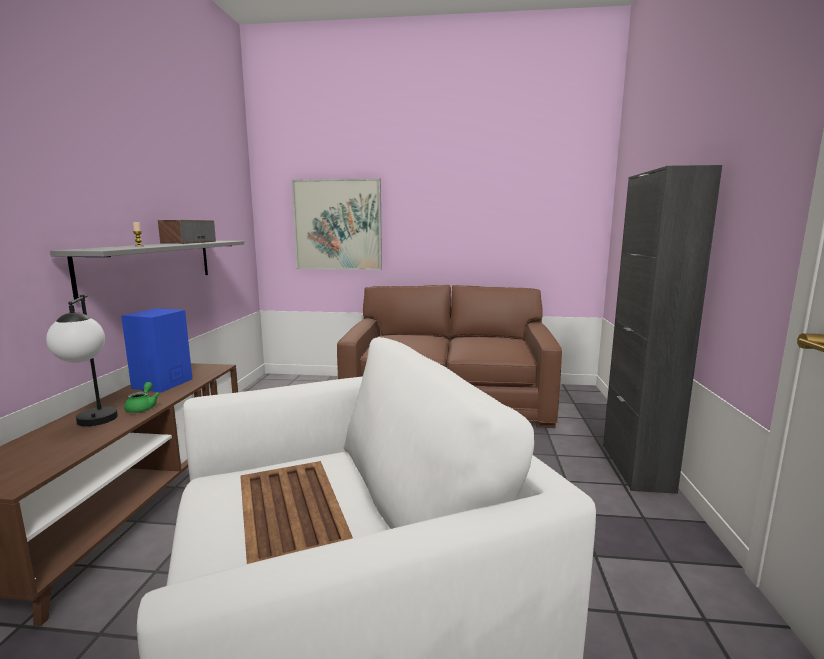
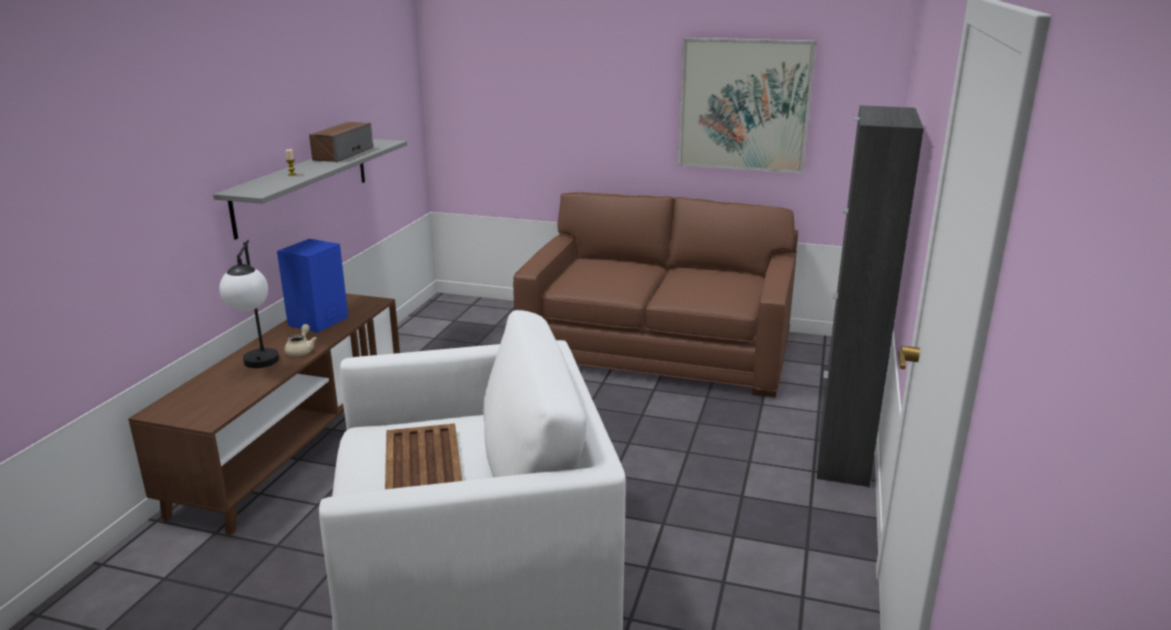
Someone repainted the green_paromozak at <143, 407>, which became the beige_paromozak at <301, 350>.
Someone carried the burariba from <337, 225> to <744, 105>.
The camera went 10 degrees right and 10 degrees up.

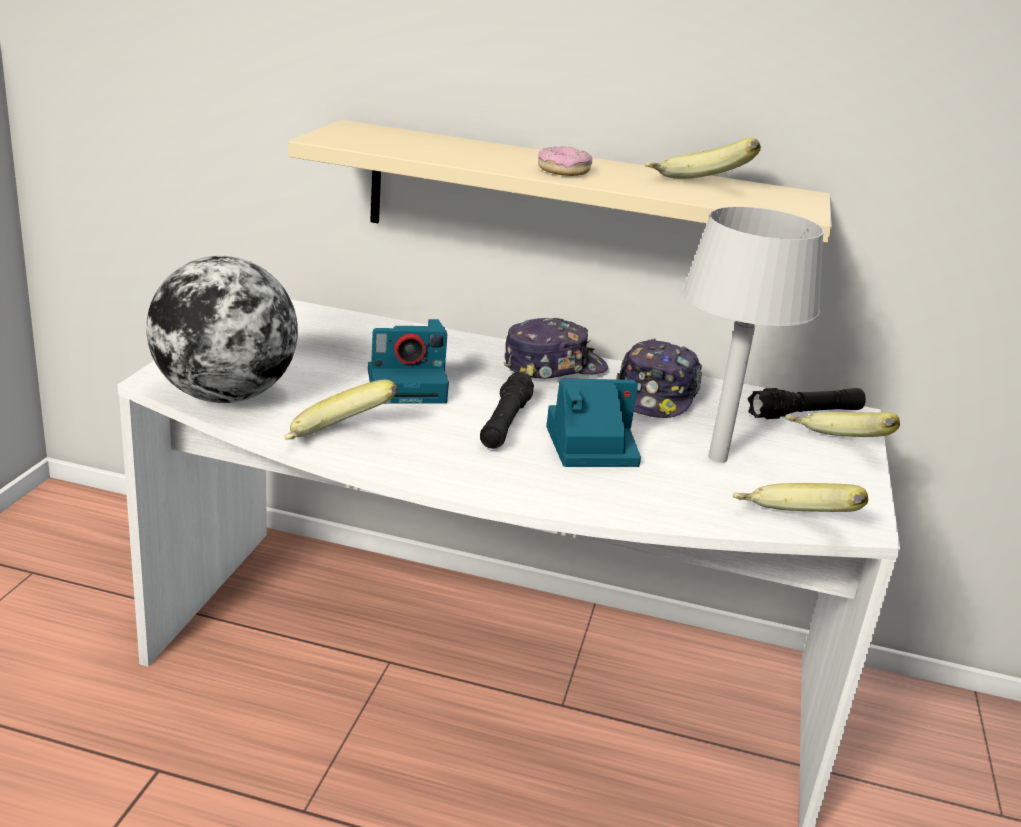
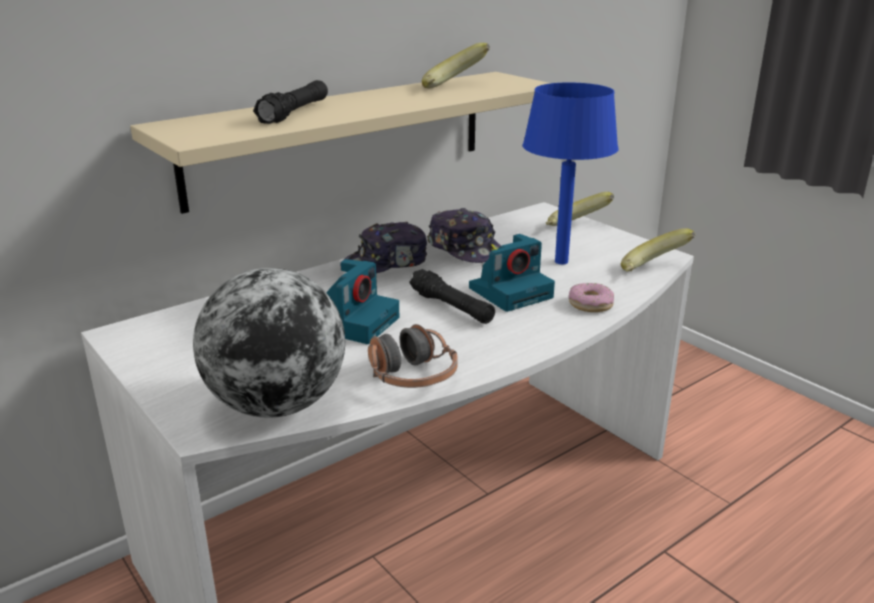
Someone carried the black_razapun from <805, 414> to <294, 113>.
Someone rotated the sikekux at <553, 366> by 135 degrees counterclockwise.
Someone swapped the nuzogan at <338, 440> for the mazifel at <412, 377>.
Someone rotated the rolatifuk at <589, 446> by 150 degrees counterclockwise.
Someone repainted the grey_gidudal at <718, 458>, which became the blue_gidudal at <562, 261>.
Someone carried the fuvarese from <563, 170> to <590, 304>.
The camera went 50 degrees left and 0 degrees up.

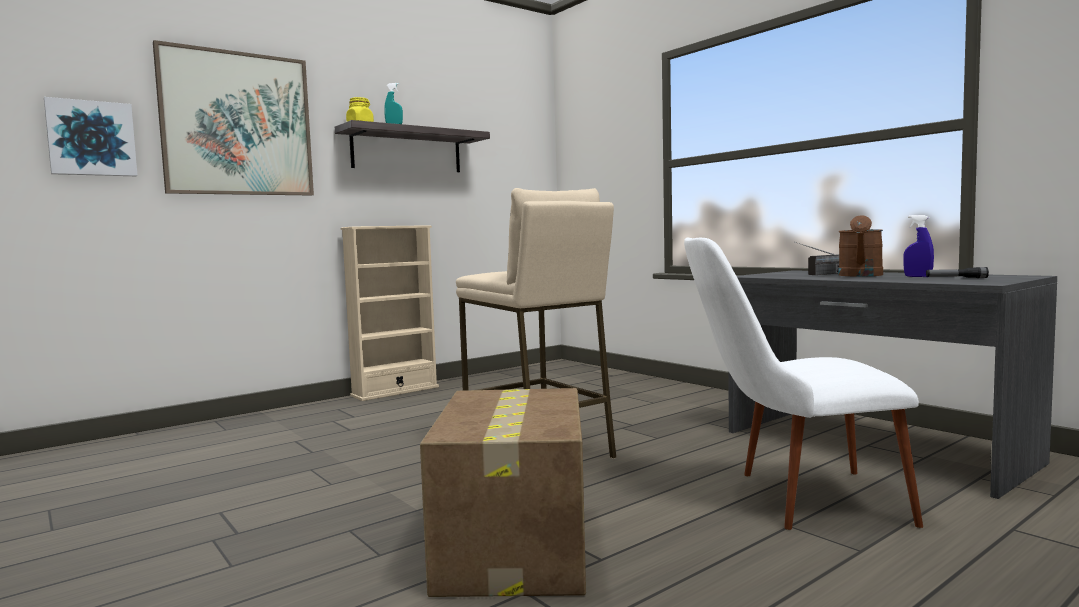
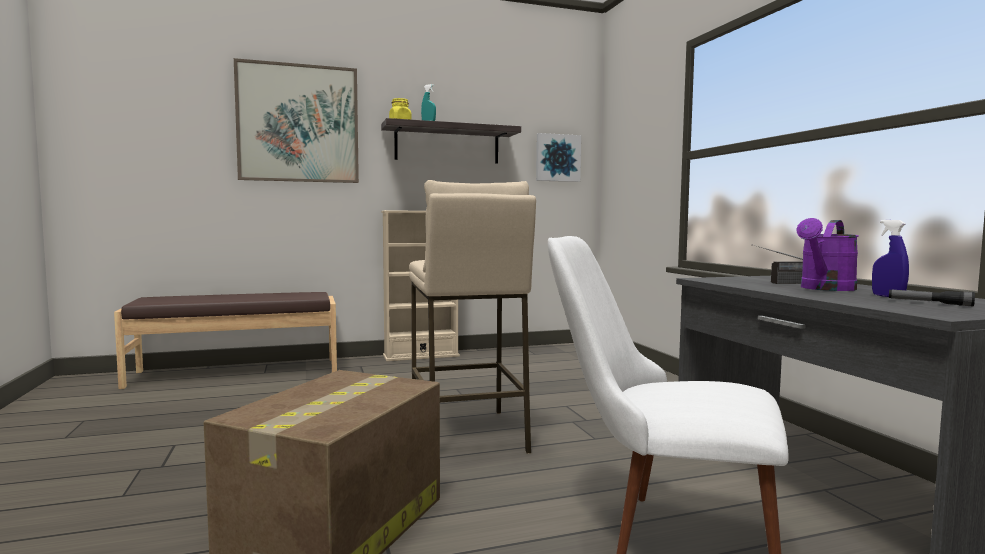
Someone put down the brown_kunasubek at <237, 372>.
Someone carried the burariba from <91, 138> to <557, 158>.
Someone repainted the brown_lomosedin at <860, 275>, which became the purple_lomosedin at <825, 289>.
The camera went 20 degrees right and 0 degrees up.

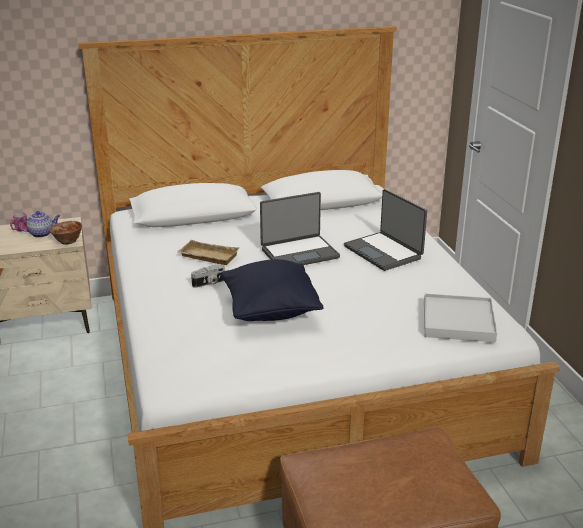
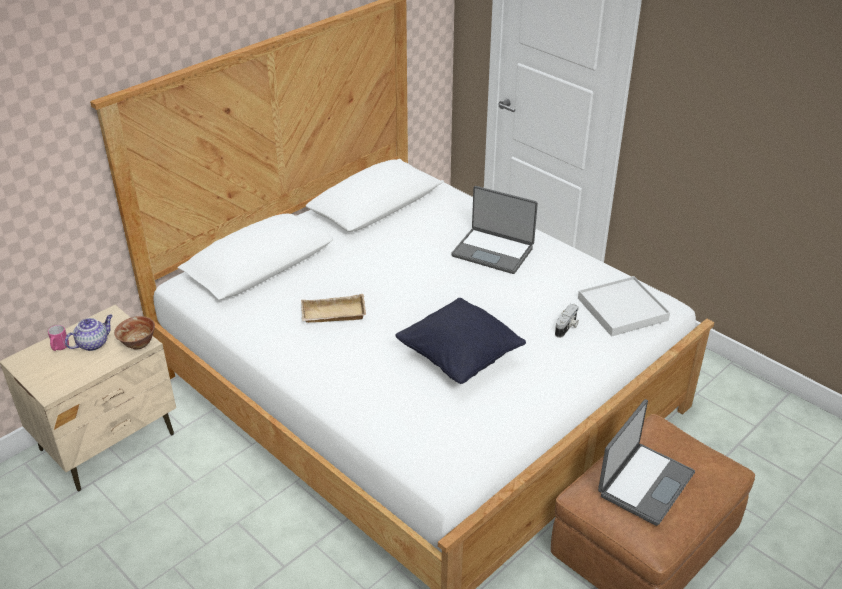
Someone carried the rolatifuk from <209, 283> to <567, 327>.
Someone carried the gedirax from <299, 253> to <644, 483>.
The camera went 30 degrees left and 10 degrees up.

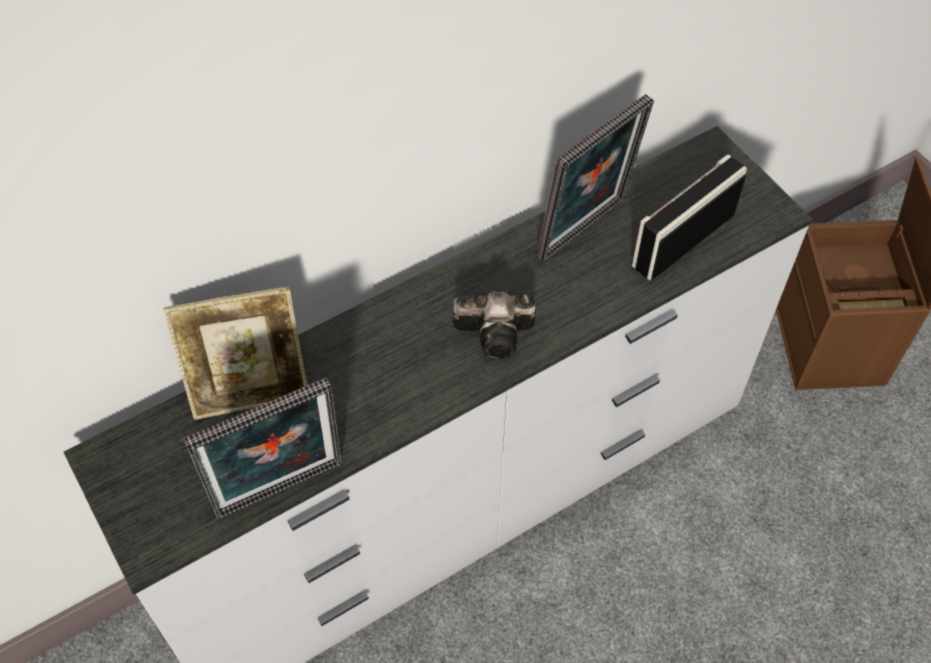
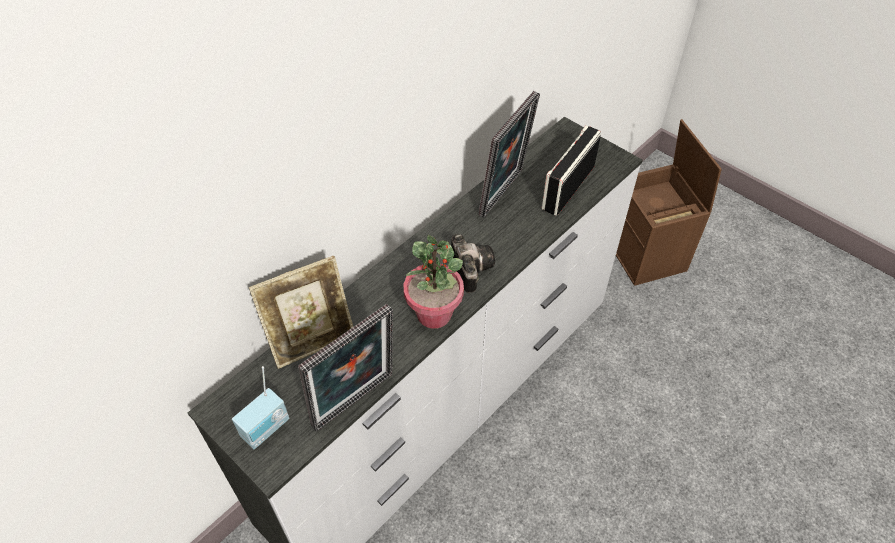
Someone put down the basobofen at <266, 429>.
Someone put down the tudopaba at <434, 314>.
Someone rotated the rolatifuk at <498, 333> by 90 degrees counterclockwise.
The camera went 15 degrees left and 5 degrees down.

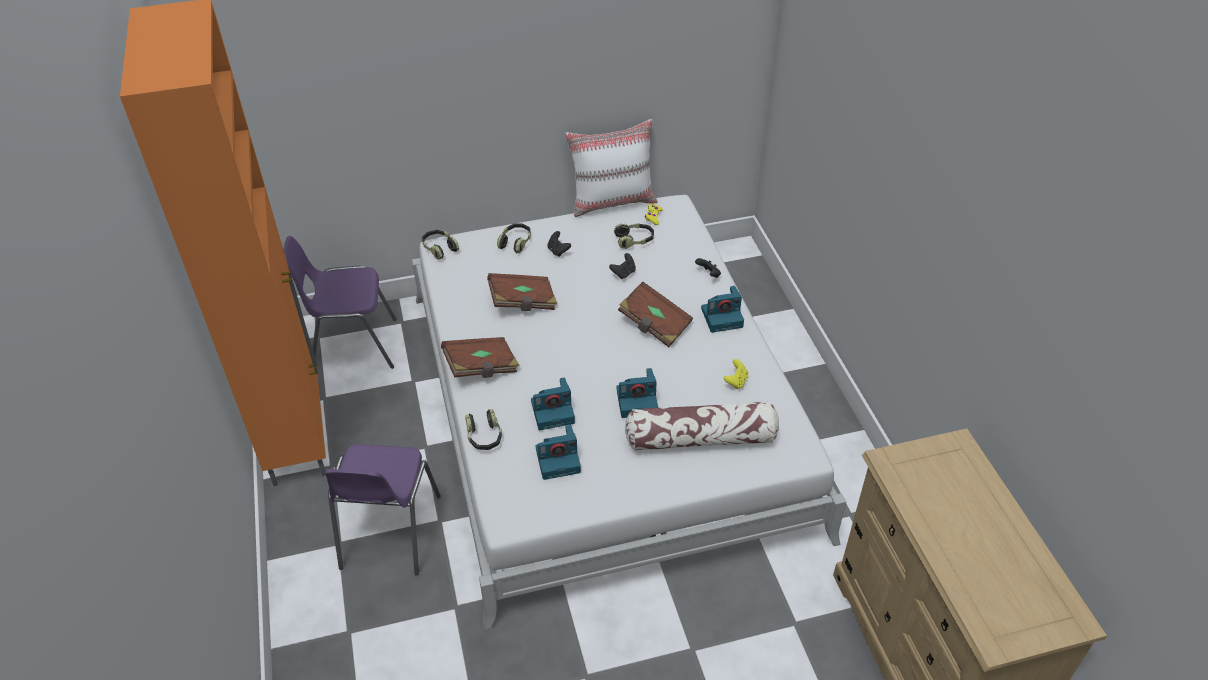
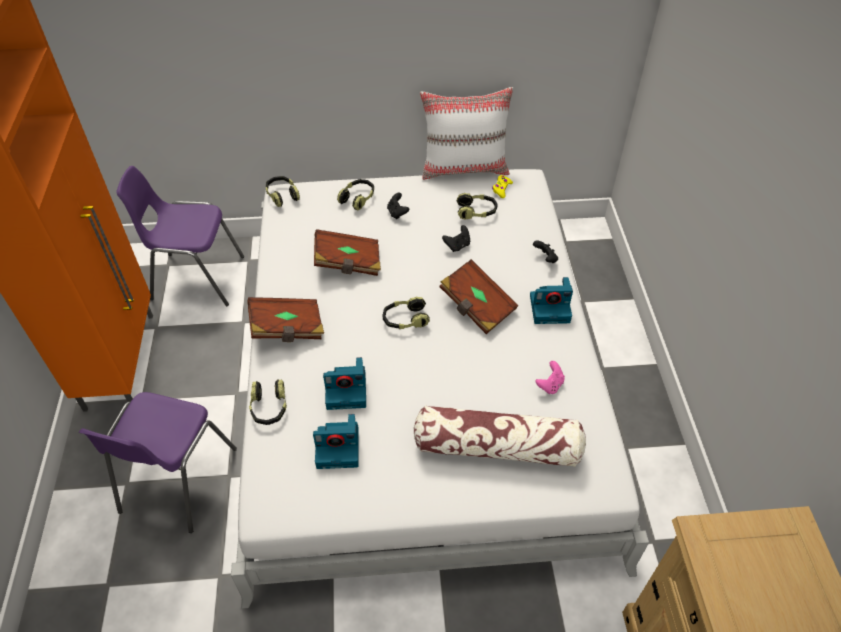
Someone put down the mazifel at <405, 320>.
Someone repainted the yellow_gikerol at <736, 382>, which became the pink_gikerol at <550, 385>.
Someone took away the rolatifuk at <637, 401>.
The camera went 10 degrees right and 5 degrees up.

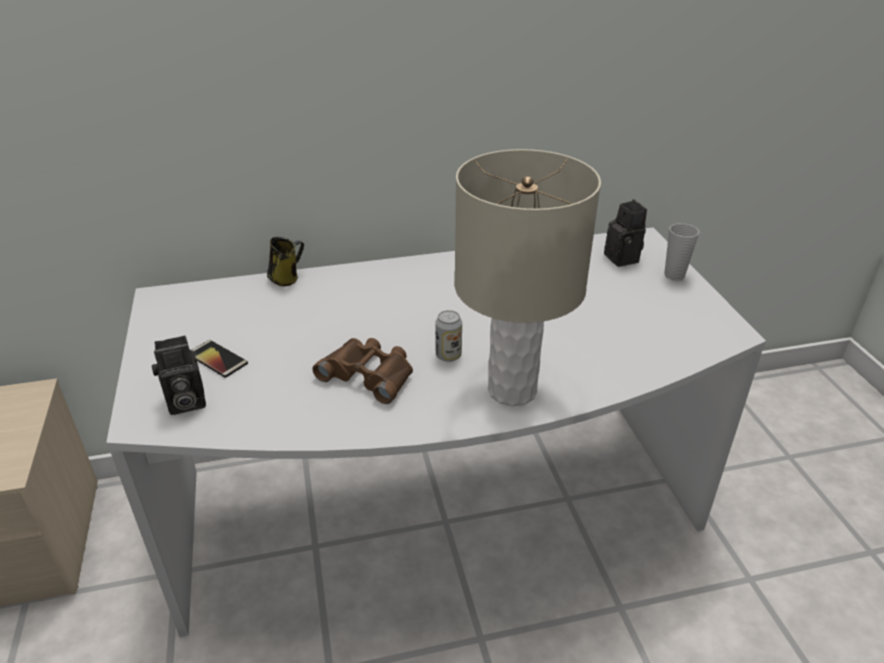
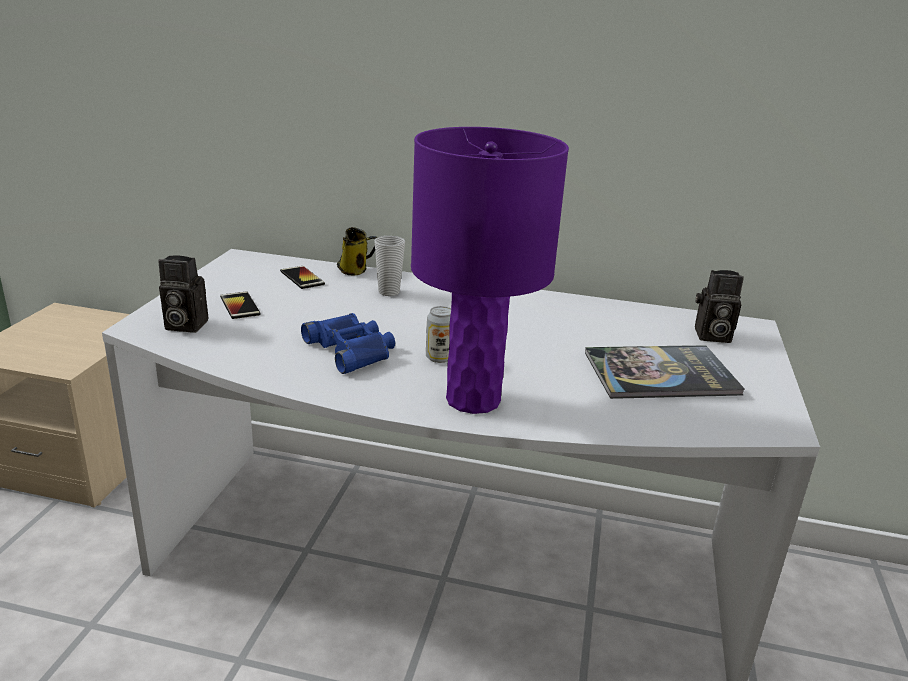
Someone put down the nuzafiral at <302, 278>.
Someone repainted the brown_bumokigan at <369, 374>, which became the blue_bumokigan at <351, 350>.
Someone carried the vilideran from <674, 275> to <389, 292>.
Someone repainted the beige_gidudal at <512, 389>, which became the purple_gidudal at <474, 399>.
Someone put down the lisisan at <660, 374>.
Someone rotated the rolatifuk at <624, 259> by 90 degrees clockwise.
The camera went 25 degrees right and 10 degrees down.

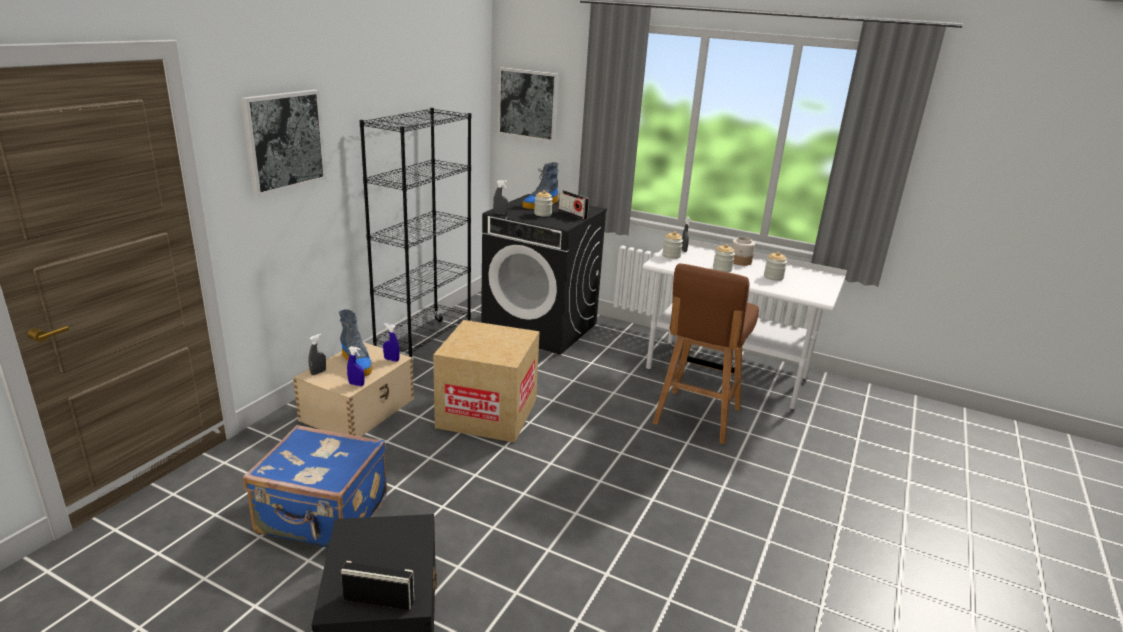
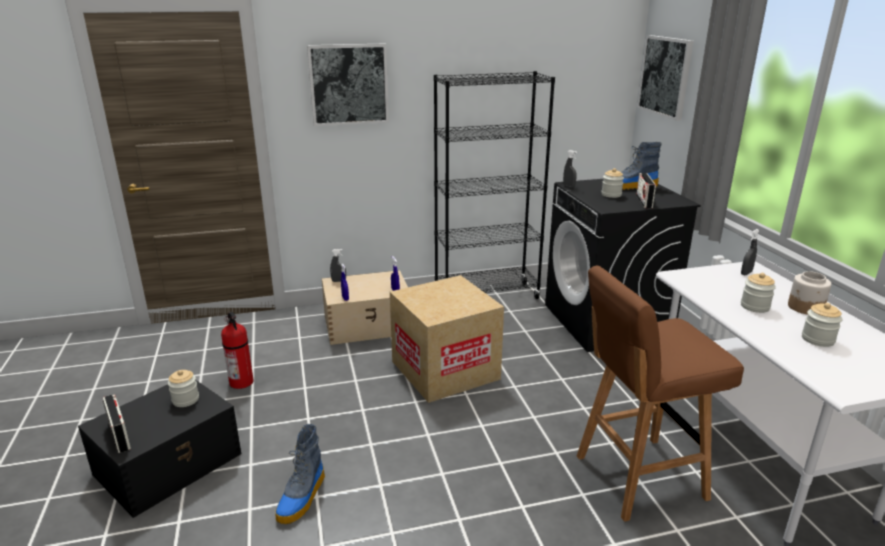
Someone carried the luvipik from <671, 256> to <185, 400>.
Someone swapped the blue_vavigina at <323, 517> for the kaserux at <242, 382>.
Someone carried the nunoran from <357, 364> to <302, 498>.
The camera went 50 degrees right and 0 degrees up.

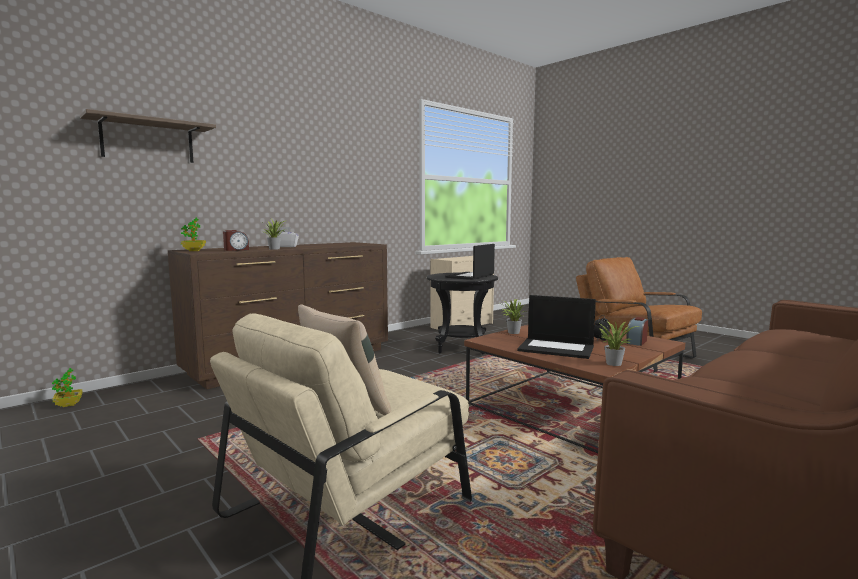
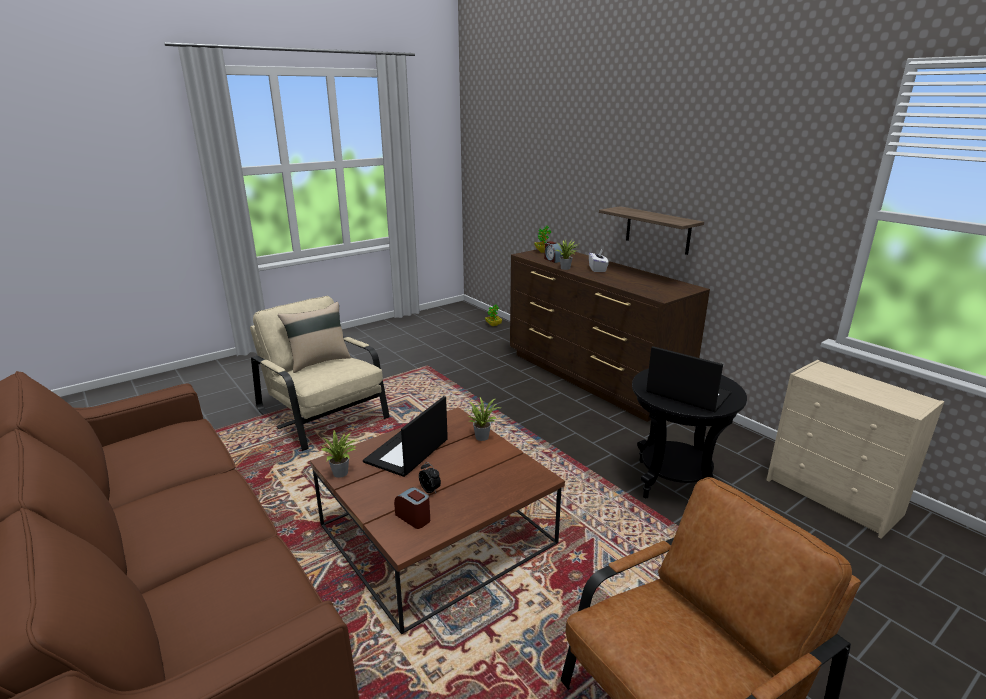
Someone carried the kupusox from <148, 141> to <657, 230>.
The camera went 95 degrees right and 15 degrees up.

